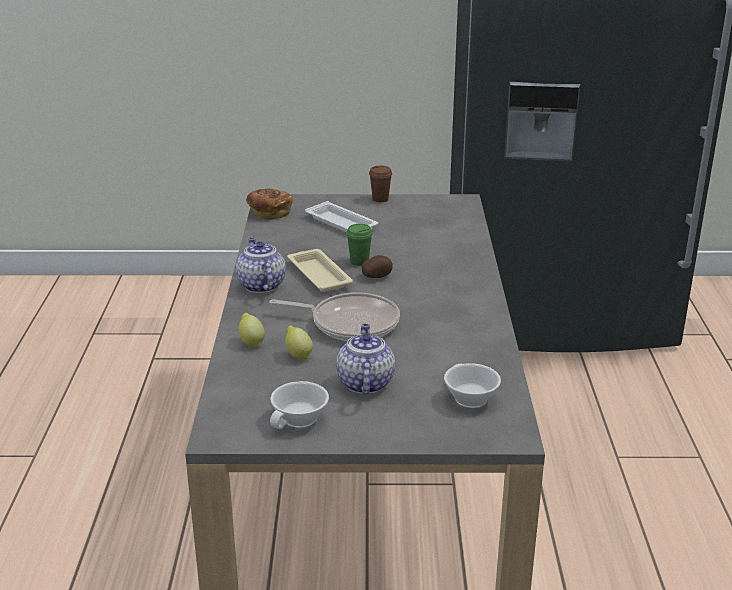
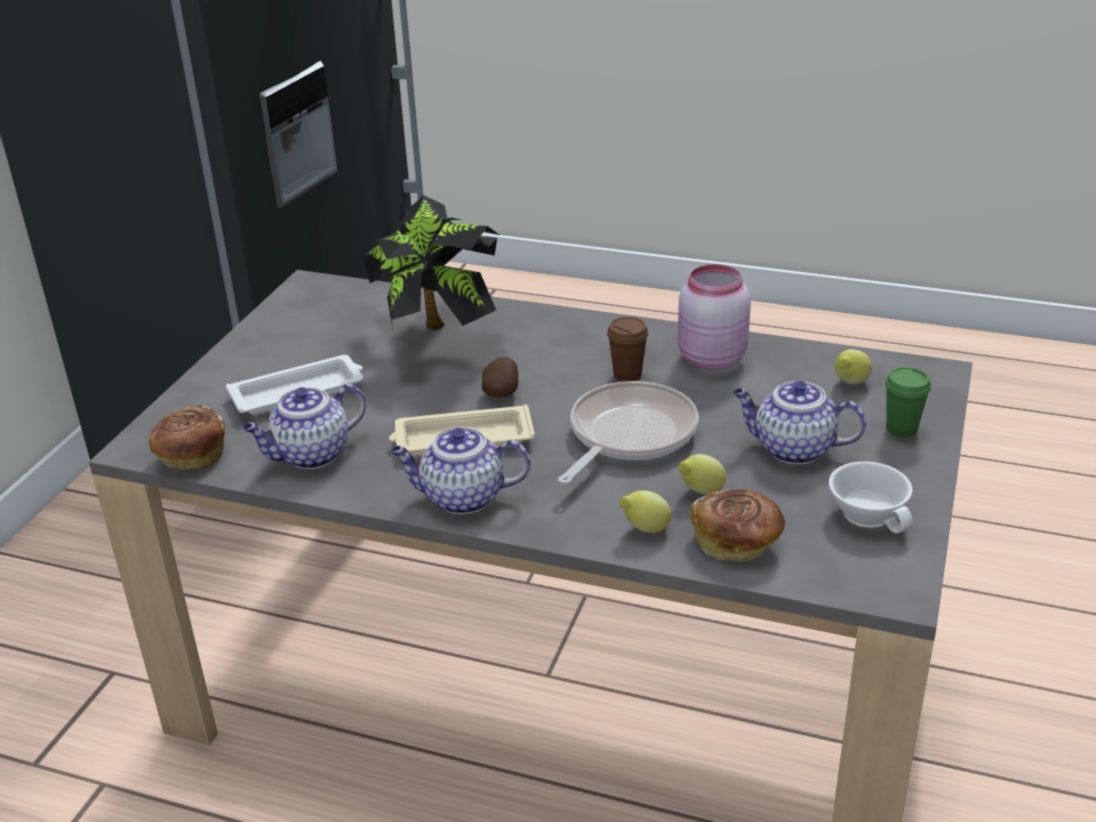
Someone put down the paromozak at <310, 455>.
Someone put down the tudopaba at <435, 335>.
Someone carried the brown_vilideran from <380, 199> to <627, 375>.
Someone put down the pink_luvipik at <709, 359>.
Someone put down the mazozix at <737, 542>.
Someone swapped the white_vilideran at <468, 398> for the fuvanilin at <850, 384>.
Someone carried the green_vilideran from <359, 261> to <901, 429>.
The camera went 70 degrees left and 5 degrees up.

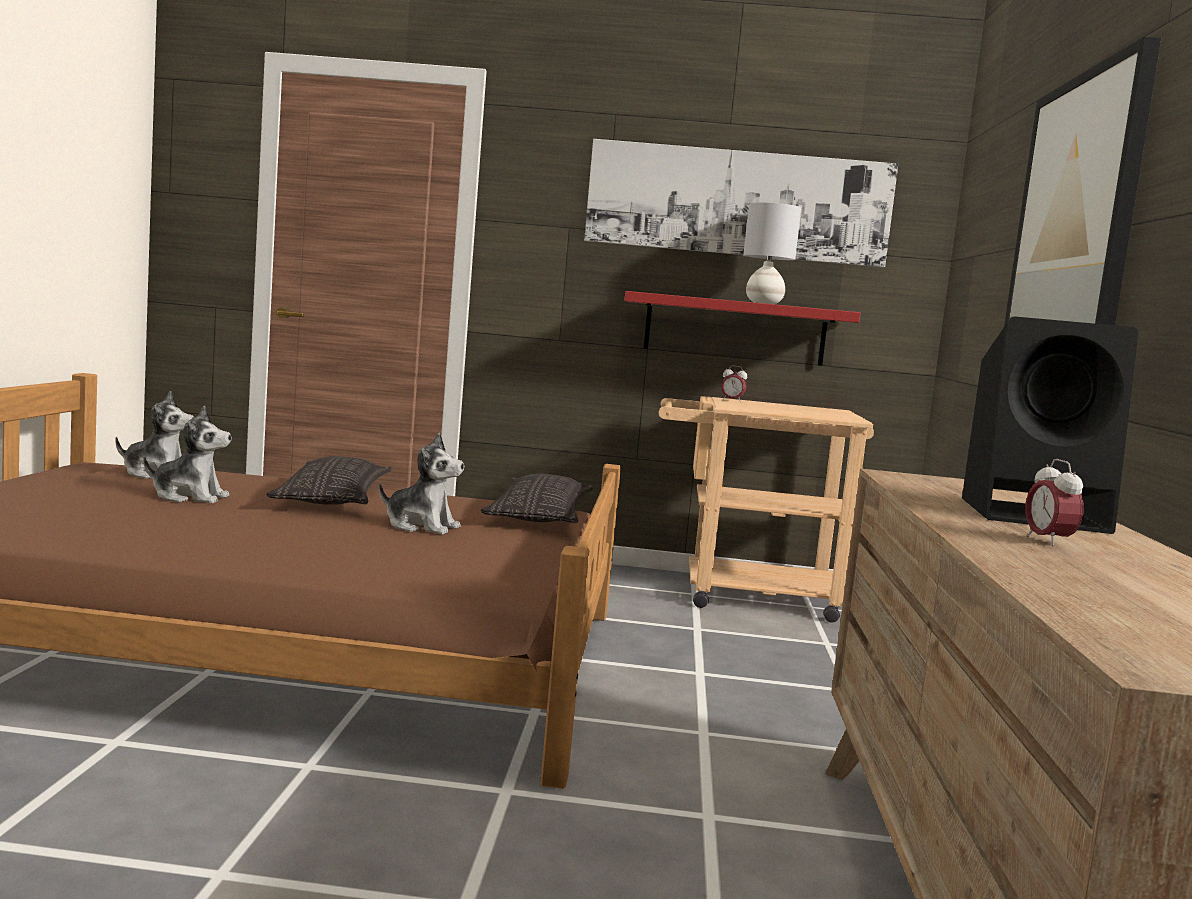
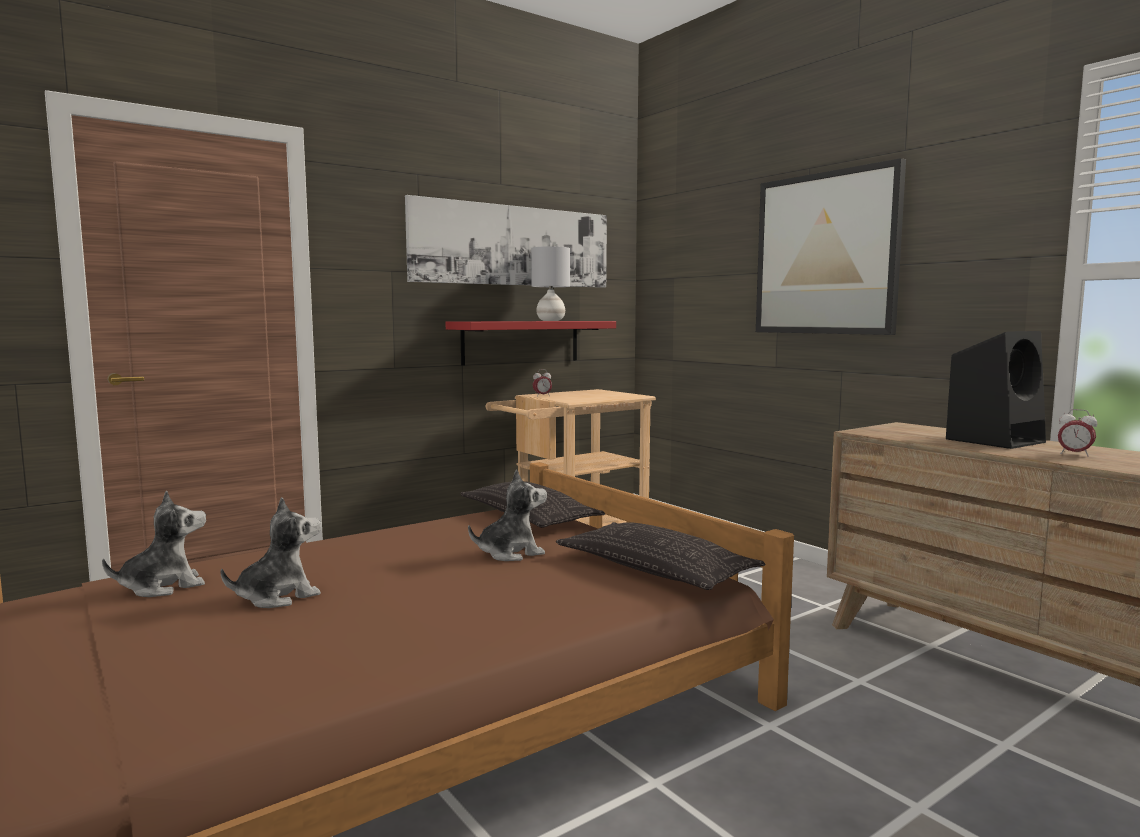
Someone carried the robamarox from <333, 497> to <654, 568>.
The camera went 40 degrees left and 0 degrees up.

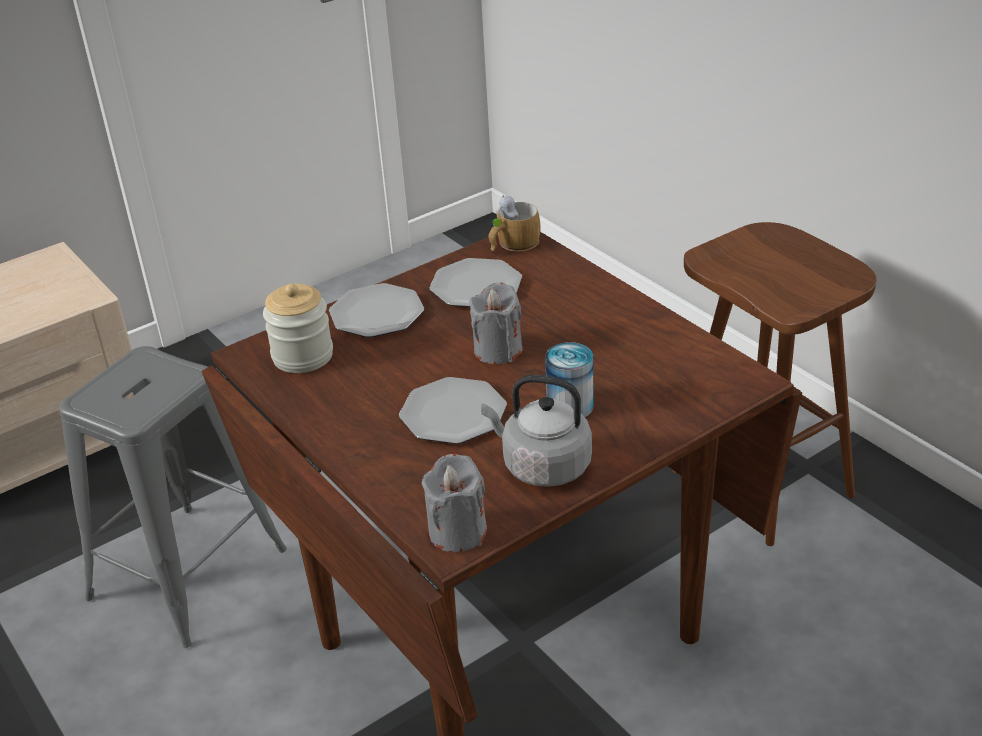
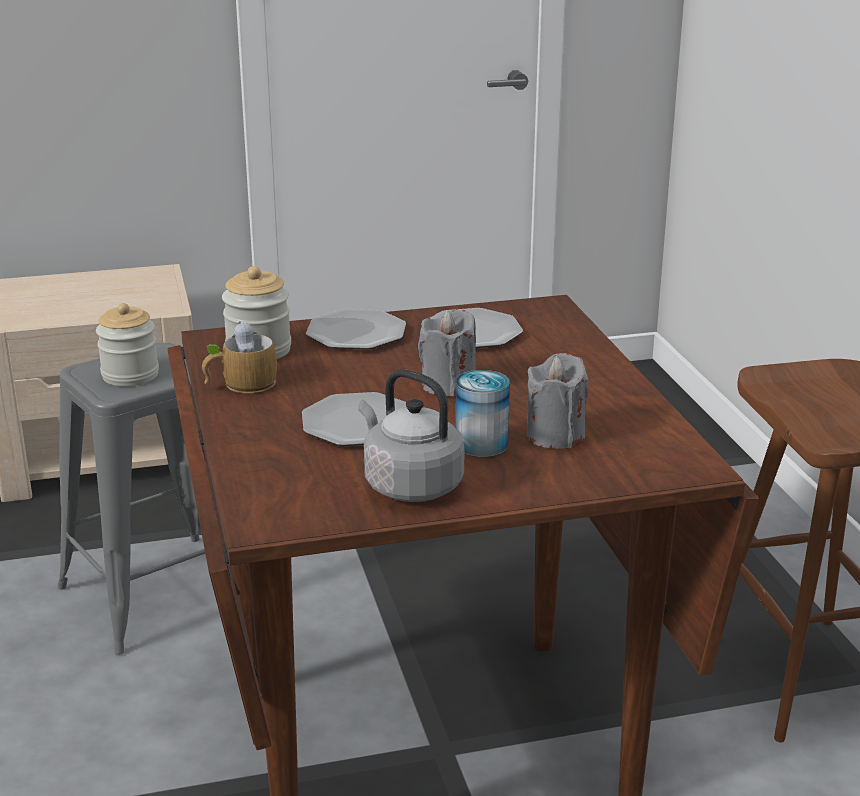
Someone put down the luvipik at <130, 375>.
Someone carried the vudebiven from <512, 244> to <240, 384>.
Someone carried the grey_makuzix from <457, 532> to <555, 436>.
The camera went 20 degrees right and 10 degrees down.

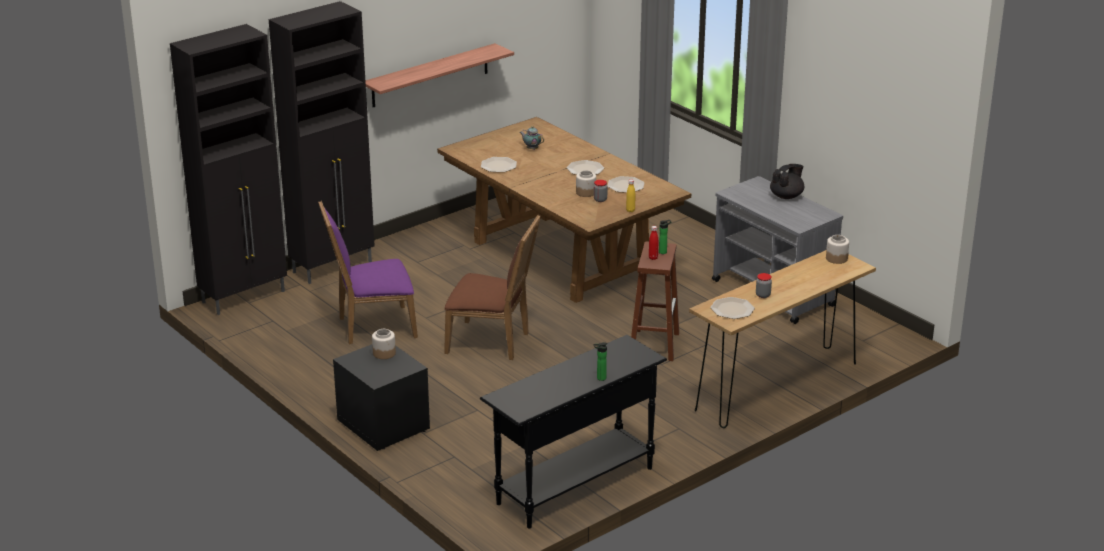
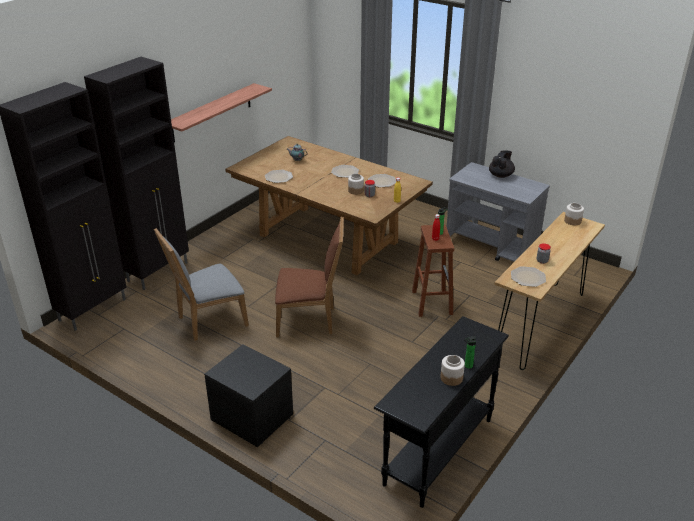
Someone repainted the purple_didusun at <372, 326>, which became the grey_didusun at <208, 321>.
Someone carried the luvipik from <384, 353> to <451, 378>.
The camera went 15 degrees left and 5 degrees up.

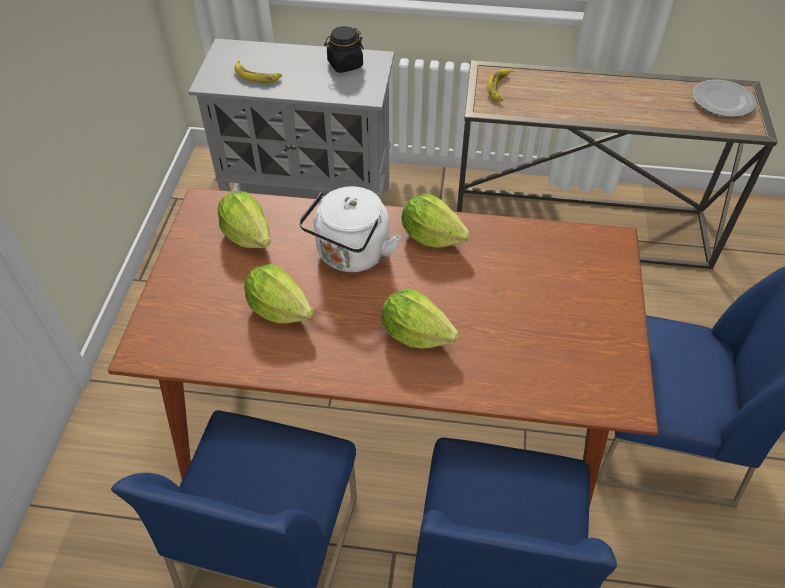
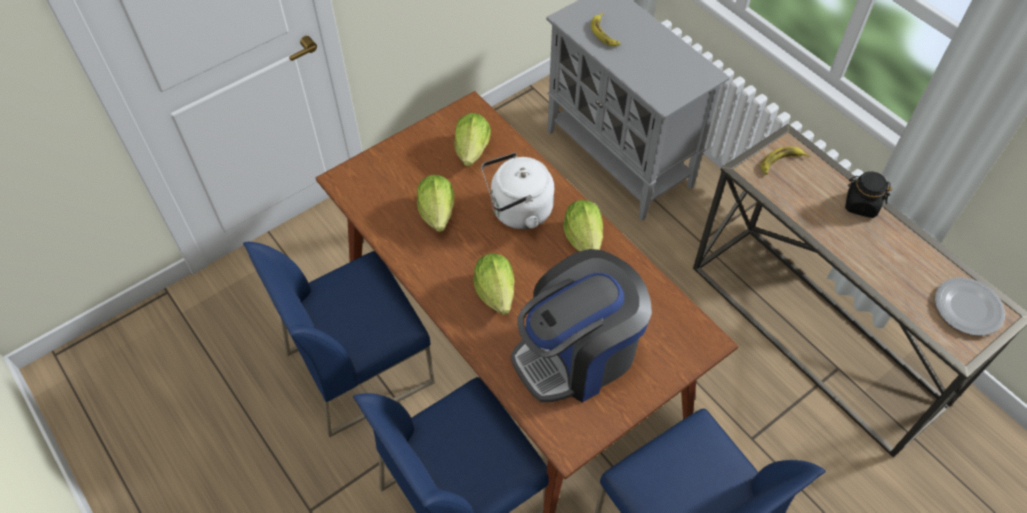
Someone put down the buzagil at <577, 354>.
Someone carried the black_luvipik from <345, 64> to <861, 205>.
The camera went 45 degrees right and 5 degrees up.

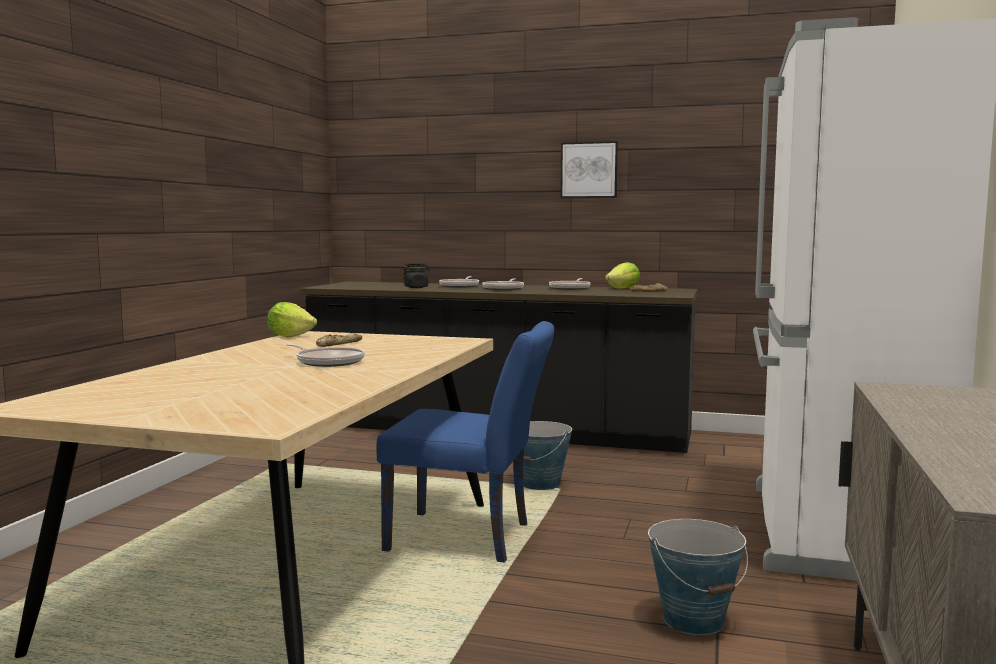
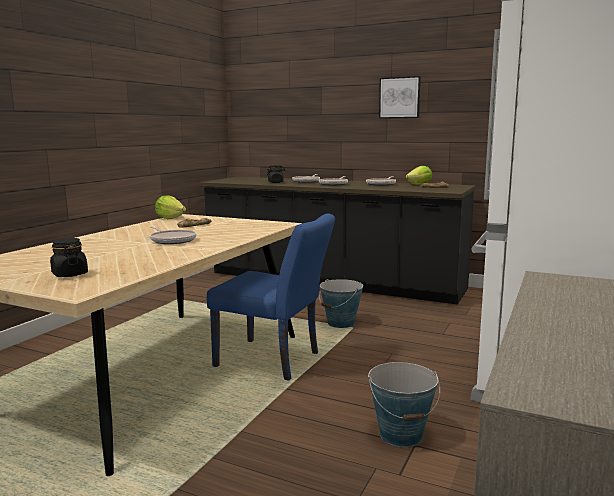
Someone put down the black_luvipik at <69, 274>.
The camera went 10 degrees right and 5 degrees up.

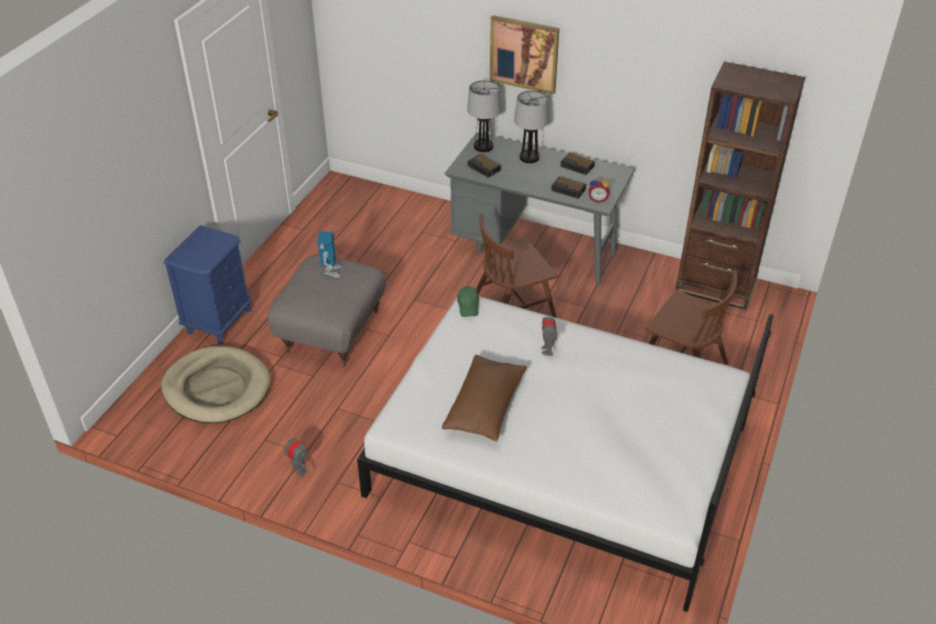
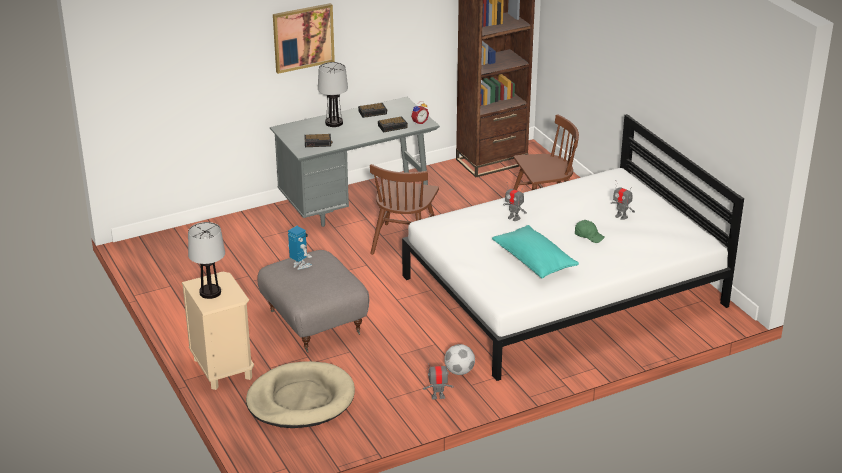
Someone repainted the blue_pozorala at <219, 320>, which became the beige_pozorala at <222, 368>.
Someone carried the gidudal from <483, 147> to <210, 293>.
Someone put down the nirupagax at <459, 371>.
Someone repainted the brown_robamarox at <485, 407>, which became the turquoise_robamarox at <534, 261>.
Someone carried the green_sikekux from <468, 306> to <589, 236>.
Someone put down the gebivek at <621, 216>.
The camera went 50 degrees left and 10 degrees down.

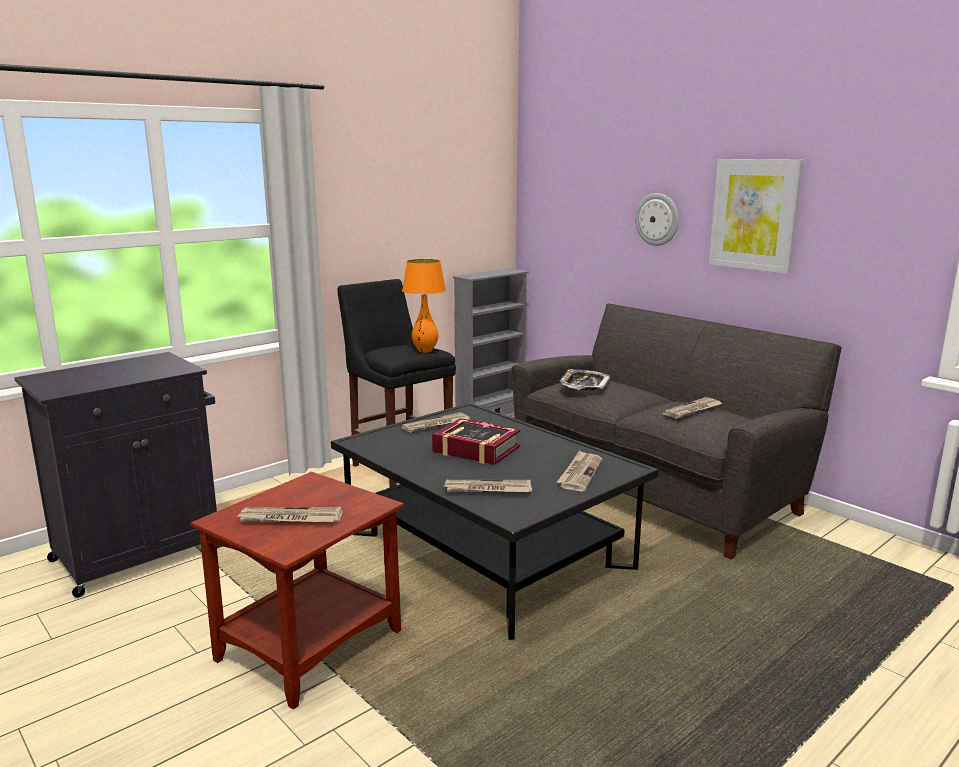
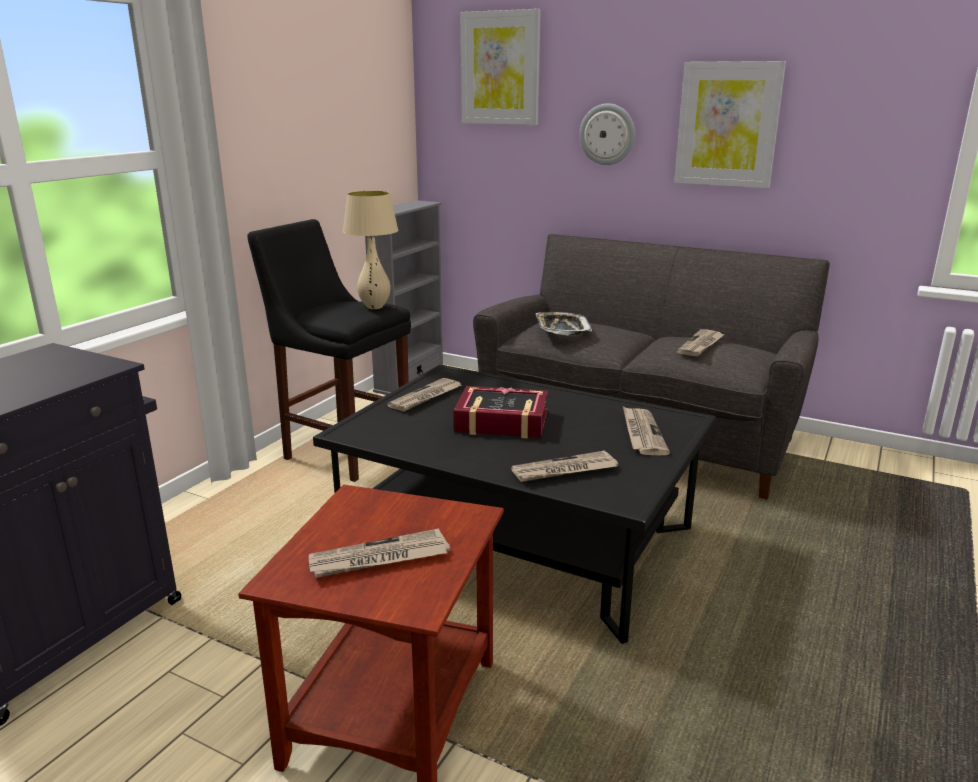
Someone repainted the orange_gidudal at <425, 351>, which became the beige_gidudal at <374, 307>.
Someone put up the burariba at <500, 68>.
The camera went 20 degrees left and 5 degrees up.

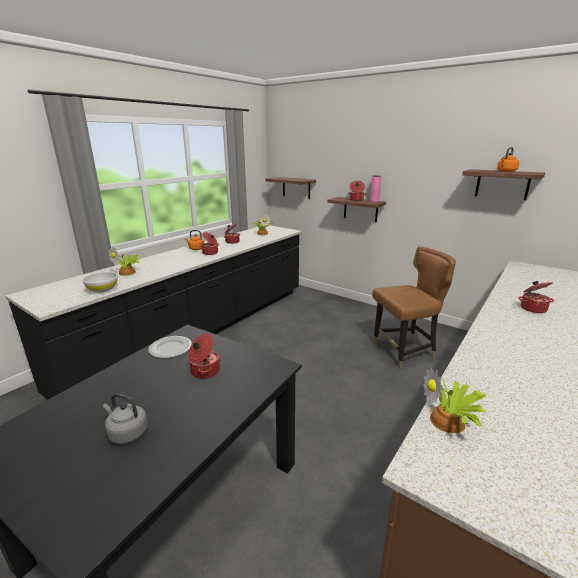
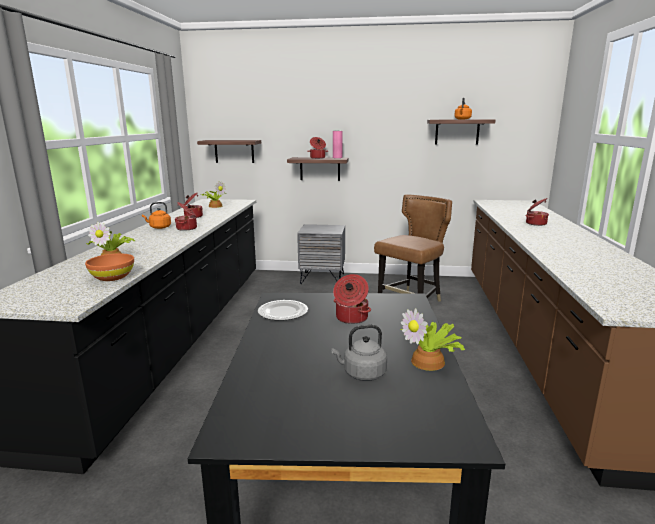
Someone repainted the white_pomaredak at <102, 289>, which became the orange_pomaredak at <112, 277>.
Someone put down the grey_pozorala at <322, 278>.
Someone carried the tudopaba from <449, 422> to <430, 362>.
The camera went 30 degrees left and 5 degrees down.

